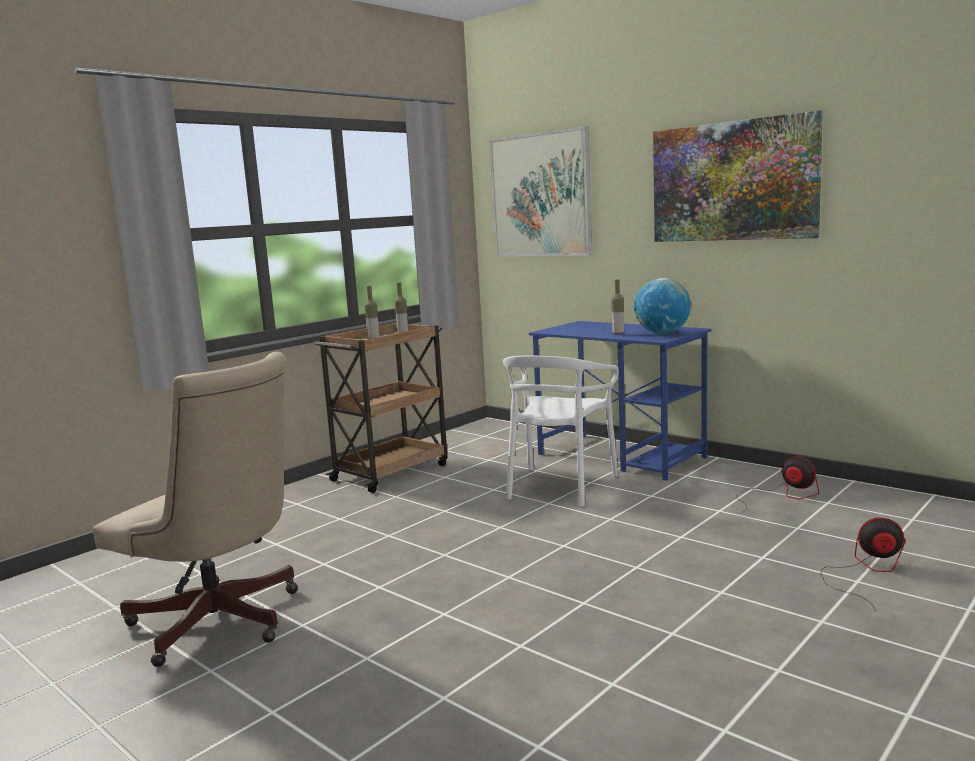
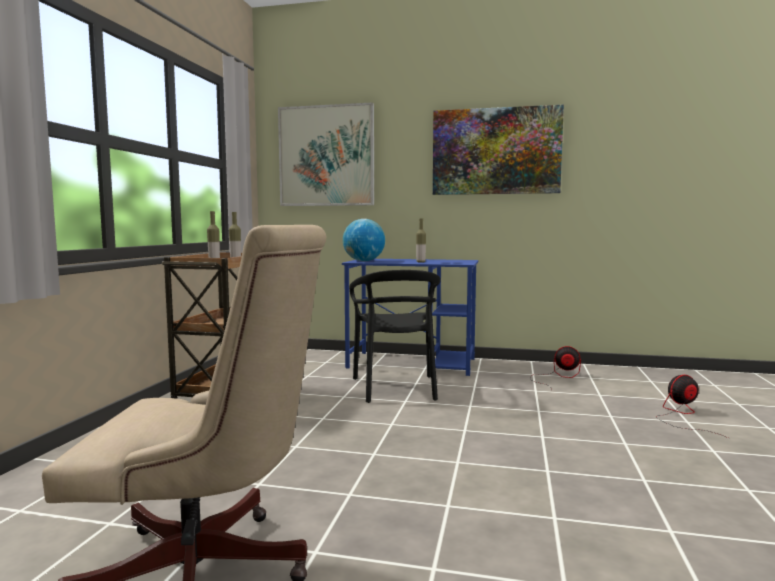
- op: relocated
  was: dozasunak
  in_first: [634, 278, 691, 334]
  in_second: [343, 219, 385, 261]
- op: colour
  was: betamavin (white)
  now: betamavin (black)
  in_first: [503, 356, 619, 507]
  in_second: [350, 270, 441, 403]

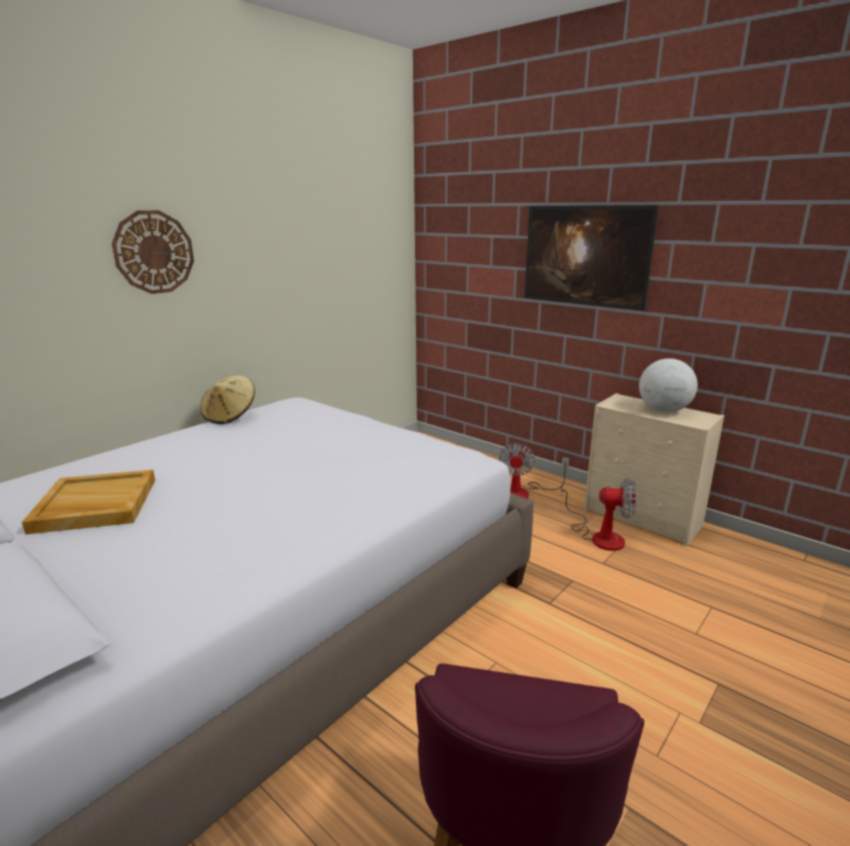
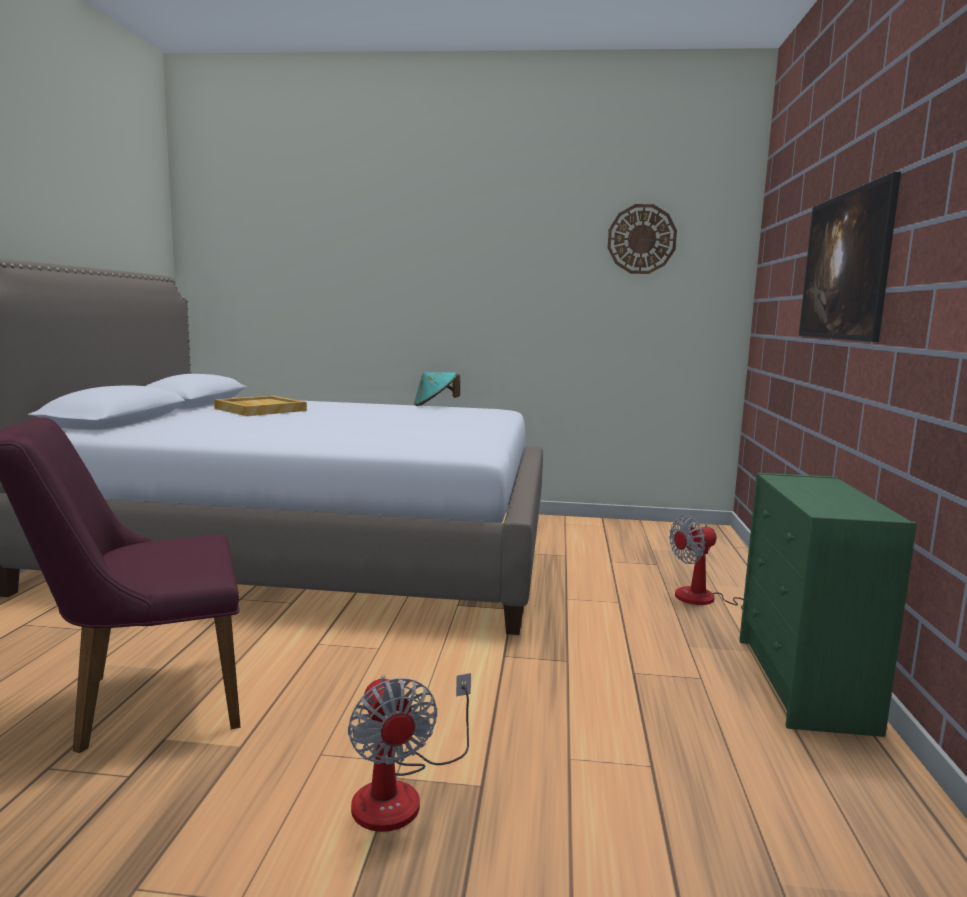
- op: relocated
  was: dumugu
  in_first: [561, 478, 637, 551]
  in_second: [348, 673, 471, 832]
- op: colour
  was: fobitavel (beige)
  now: fobitavel (turquoise)
  in_first: [200, 376, 255, 424]
  in_second: [414, 372, 460, 406]
- op: relocated
  was: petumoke
  in_first: [112, 210, 194, 294]
  in_second: [608, 204, 677, 274]
- op: colour
  was: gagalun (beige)
  now: gagalun (green)
  in_first: [584, 393, 724, 546]
  in_second: [739, 473, 917, 737]
- op: missing
  was: dozasunak
  in_first: [639, 358, 698, 413]

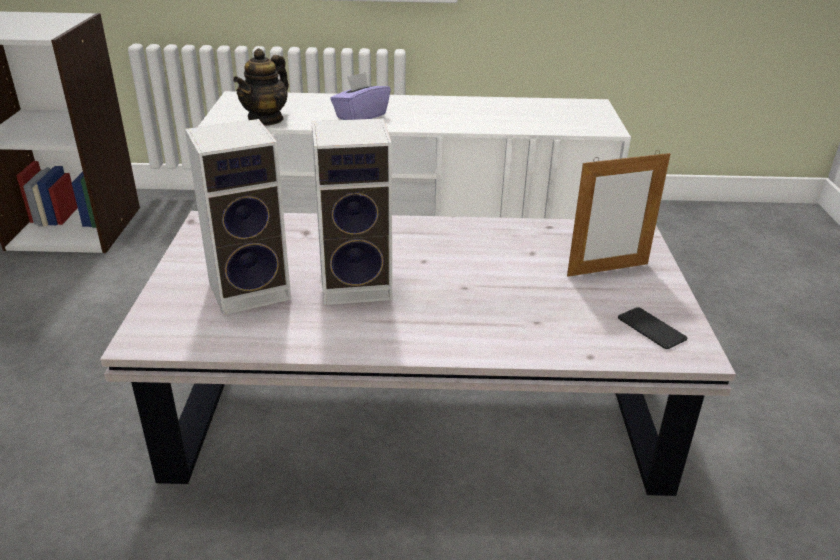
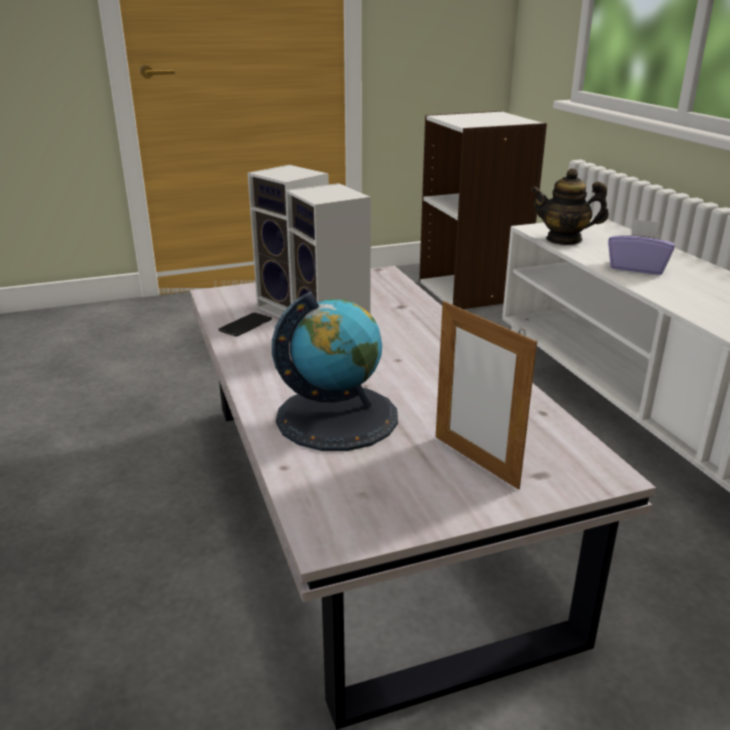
- op: relocated
  was: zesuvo
  in_first: [618, 307, 687, 349]
  in_second: [218, 313, 272, 336]
- op: appeared
  now: dozasunak
  in_second: [272, 292, 398, 451]

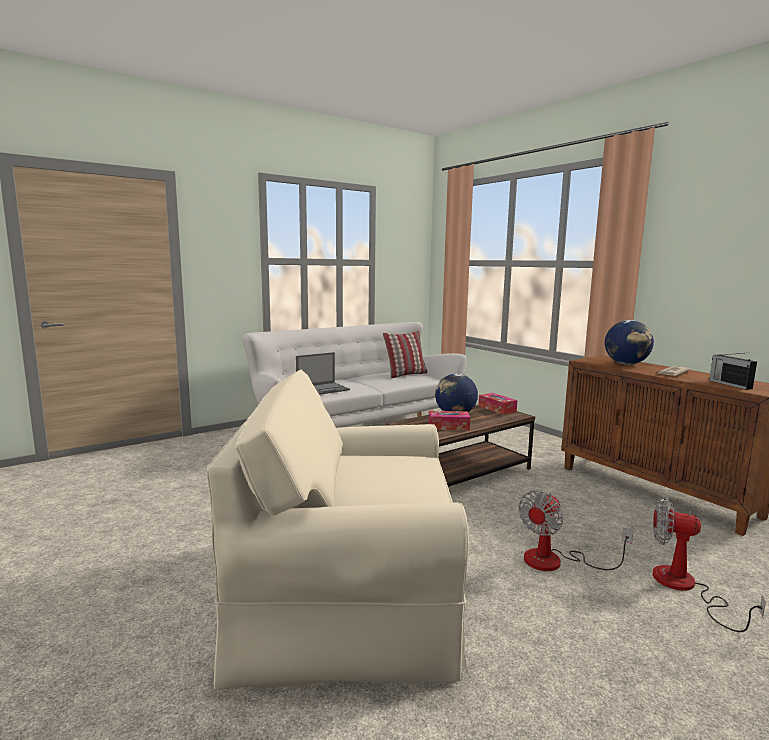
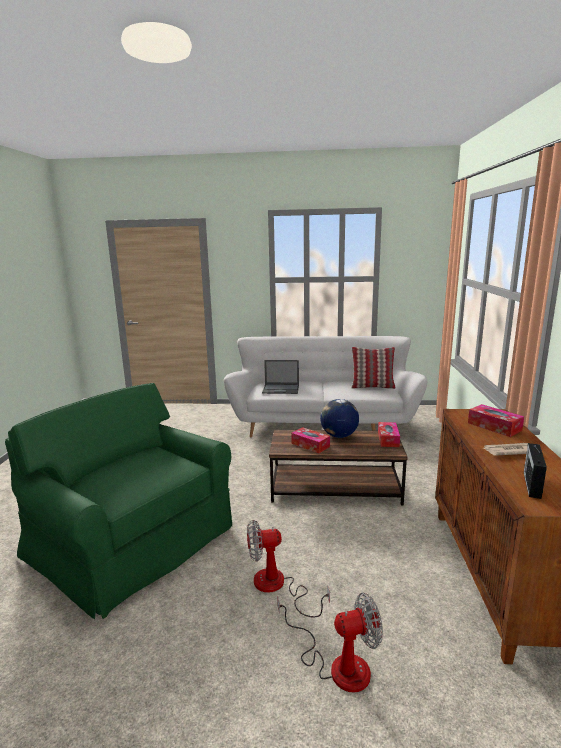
- op: colour
  was: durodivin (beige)
  now: durodivin (green)
  in_first: [207, 370, 469, 690]
  in_second: [5, 383, 232, 619]
- op: spun
  was: dumugu
  in_first: [653, 497, 766, 632]
  in_second: [277, 593, 383, 693]
  clockwise: 105
- op: exchanged
  was: dozasunak
  now: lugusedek
  in_first: [605, 320, 654, 365]
  in_second: [468, 404, 524, 437]

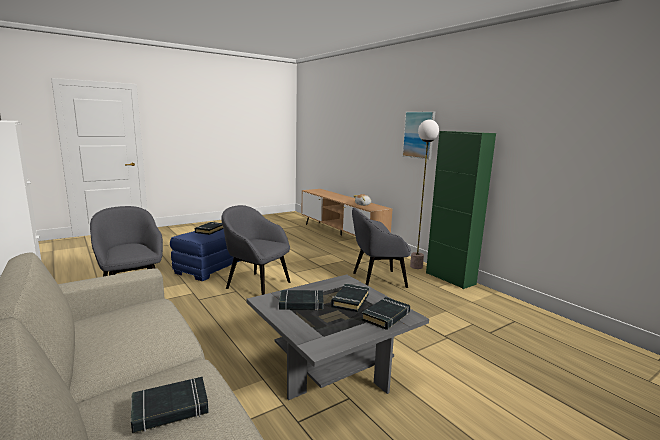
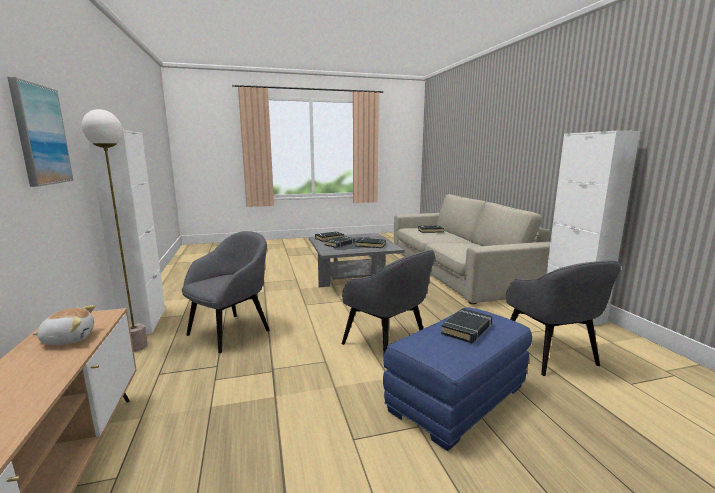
- op: colour
  was: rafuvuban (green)
  now: rafuvuban (white)
  in_first: [426, 131, 496, 289]
  in_second: [88, 130, 165, 334]
- op: spun
  was: durodivin (grey)
  in_first: [352, 208, 411, 288]
  in_second: [181, 231, 270, 353]
  clockwise: -60

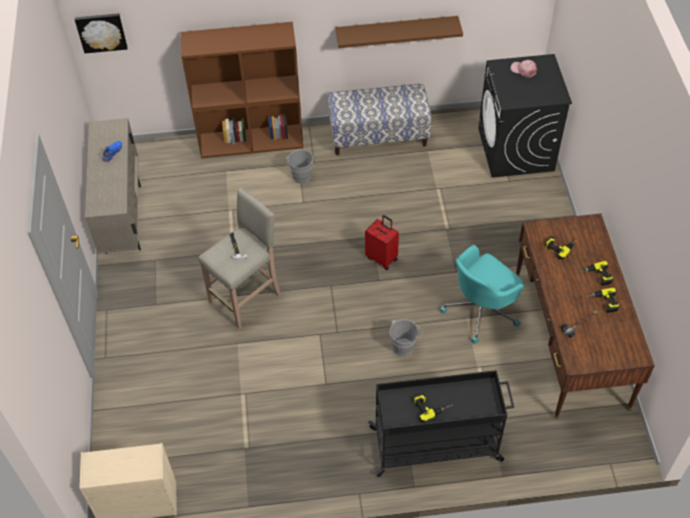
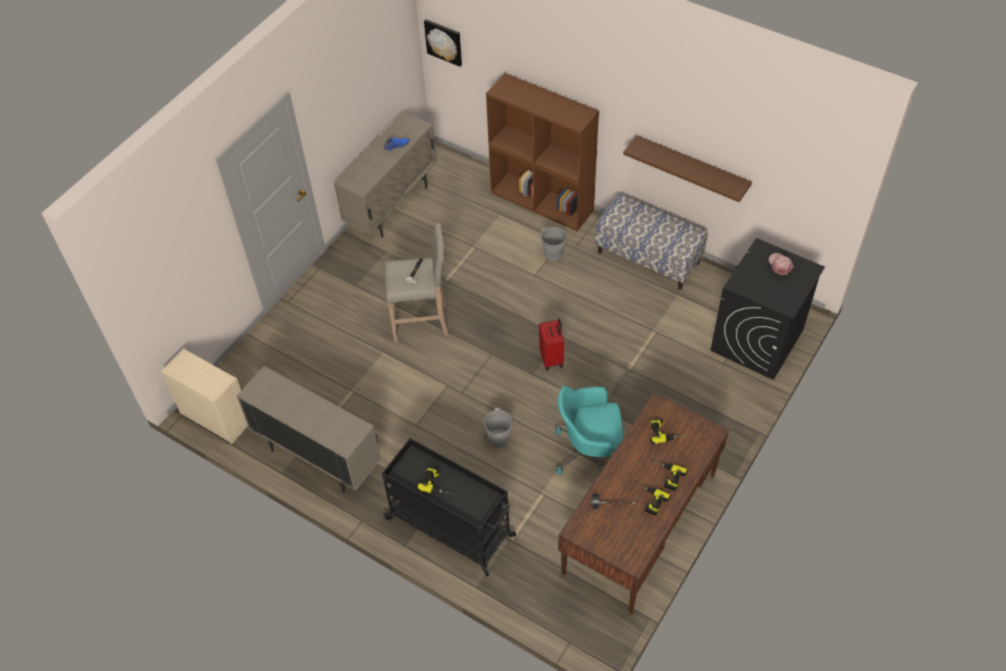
- op: appeared
  now: rafuvuban (beige)
  in_second: [237, 366, 381, 493]

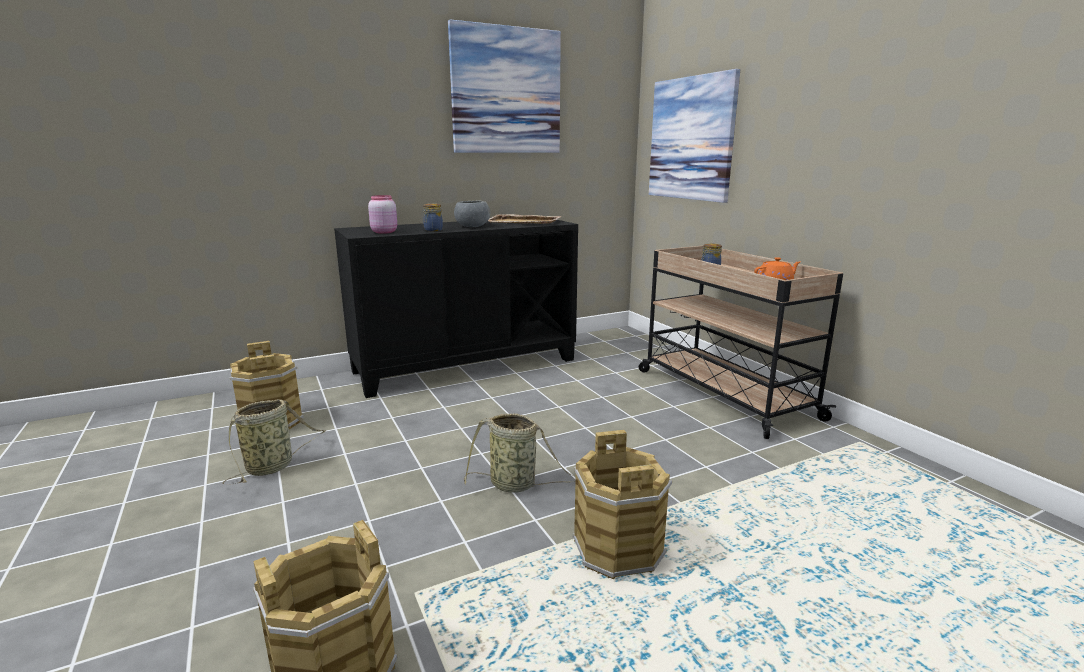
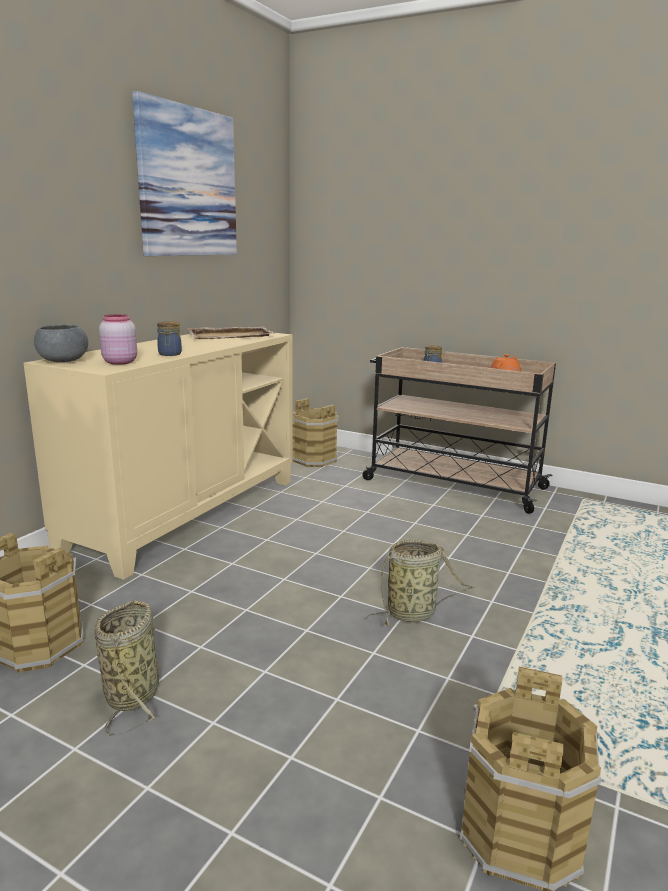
- op: colour
  was: rafuvuban (black)
  now: rafuvuban (beige)
  in_first: [334, 220, 578, 398]
  in_second: [24, 333, 292, 580]
- op: relocated
  was: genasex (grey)
  in_first: [454, 201, 491, 227]
  in_second: [34, 324, 88, 362]
- op: relocated
  was: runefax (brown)
  in_first: [573, 430, 672, 579]
  in_second: [292, 398, 338, 467]
- op: missing
  was: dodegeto
  in_first: [649, 69, 740, 203]

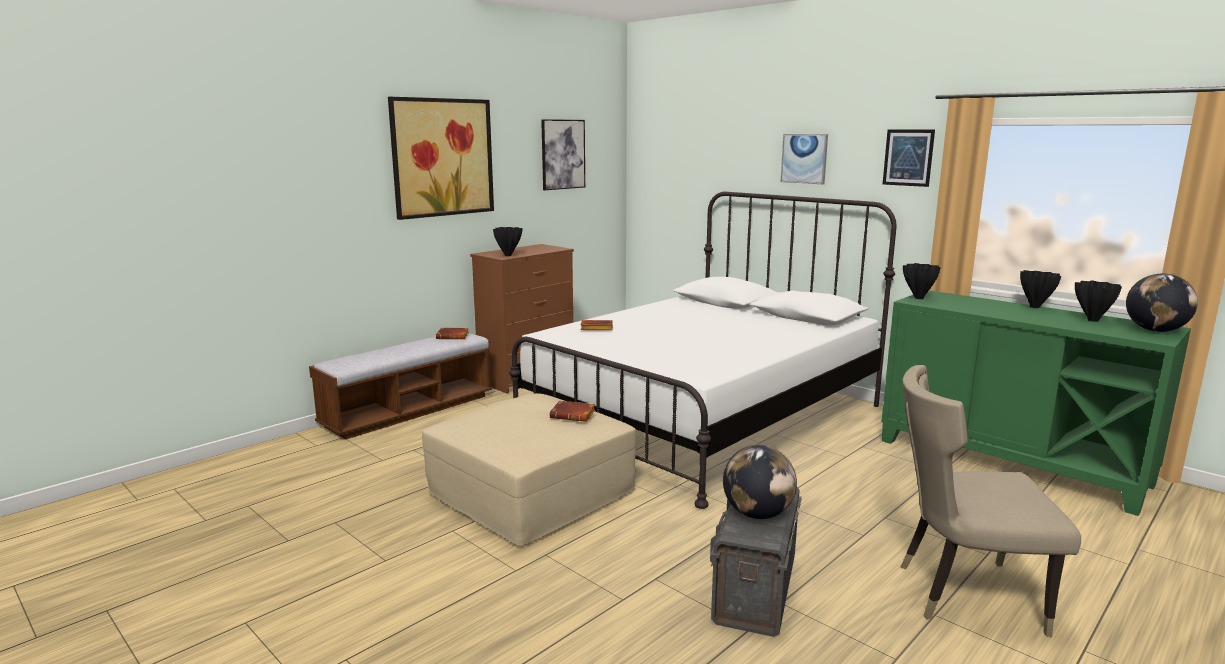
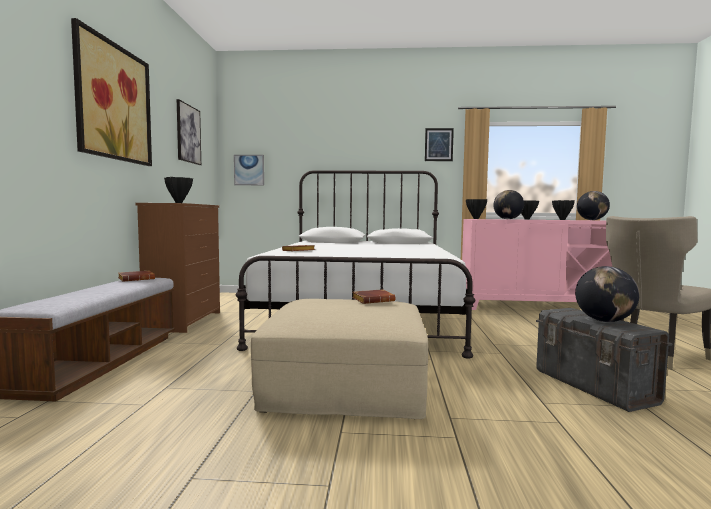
- op: relocated
  was: dodegeto
  in_first: [781, 134, 828, 184]
  in_second: [234, 155, 264, 185]
- op: colour
  was: rafuvuban (green)
  now: rafuvuban (pink)
  in_first: [882, 290, 1191, 516]
  in_second: [462, 219, 612, 310]
- op: appeared
  now: dozasunak
  in_second: [493, 190, 524, 219]

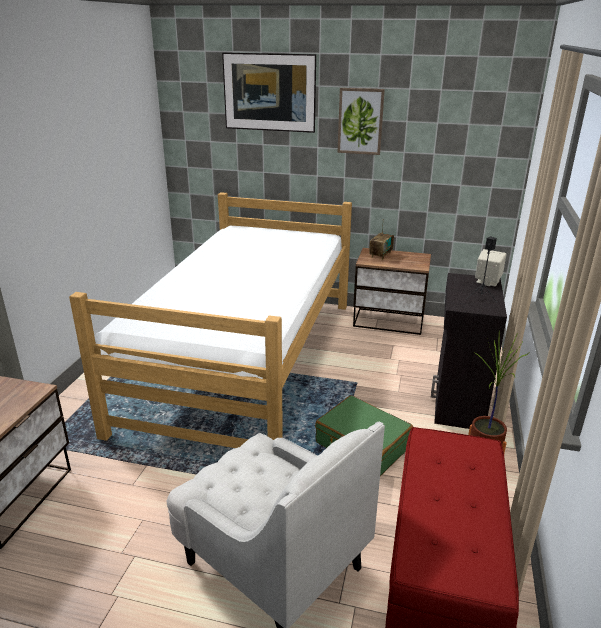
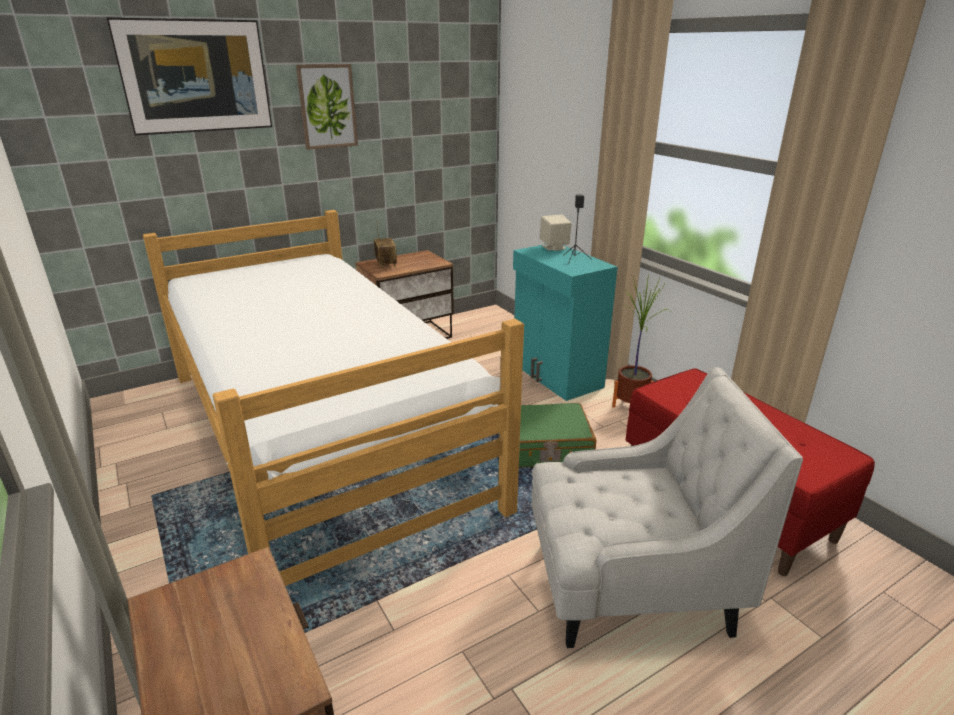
- op: colour
  was: rafuvuban (black)
  now: rafuvuban (turquoise)
  in_first: [431, 273, 507, 429]
  in_second: [513, 244, 618, 401]

